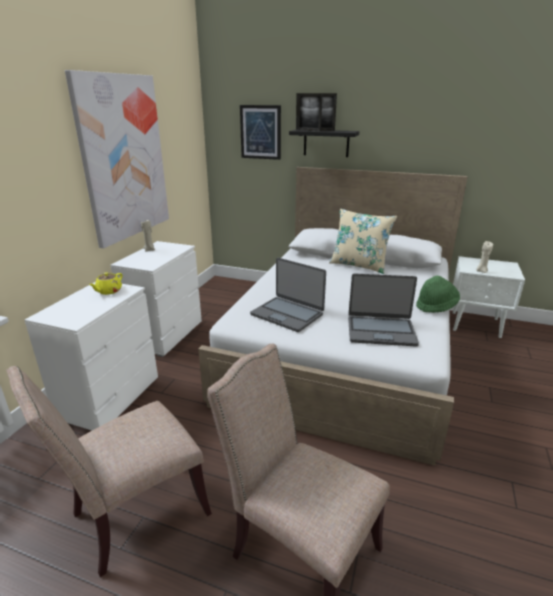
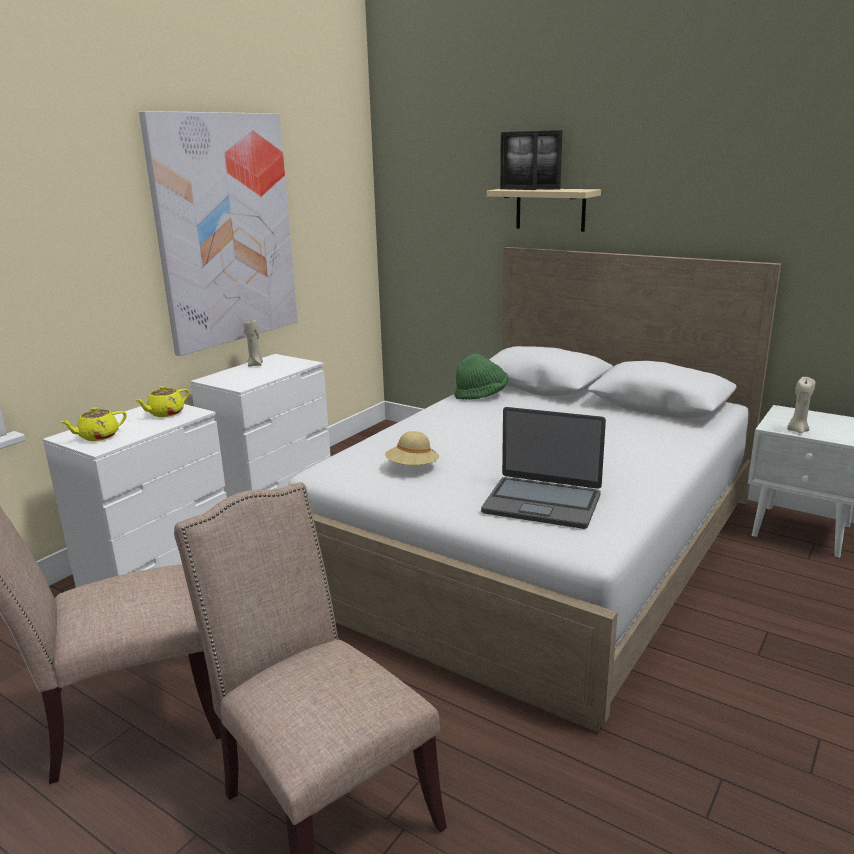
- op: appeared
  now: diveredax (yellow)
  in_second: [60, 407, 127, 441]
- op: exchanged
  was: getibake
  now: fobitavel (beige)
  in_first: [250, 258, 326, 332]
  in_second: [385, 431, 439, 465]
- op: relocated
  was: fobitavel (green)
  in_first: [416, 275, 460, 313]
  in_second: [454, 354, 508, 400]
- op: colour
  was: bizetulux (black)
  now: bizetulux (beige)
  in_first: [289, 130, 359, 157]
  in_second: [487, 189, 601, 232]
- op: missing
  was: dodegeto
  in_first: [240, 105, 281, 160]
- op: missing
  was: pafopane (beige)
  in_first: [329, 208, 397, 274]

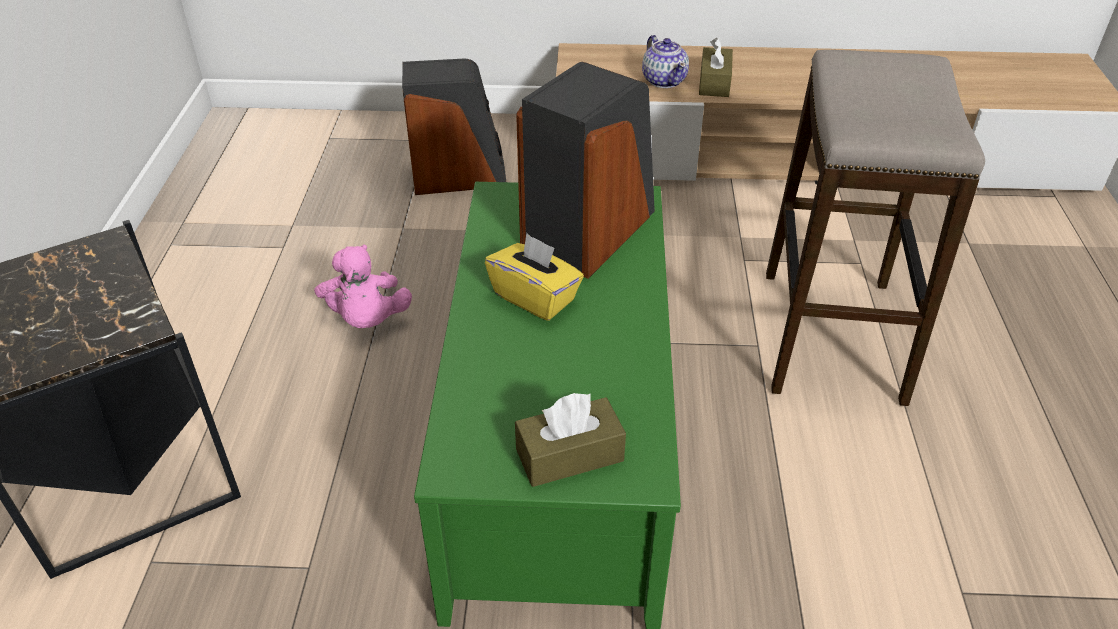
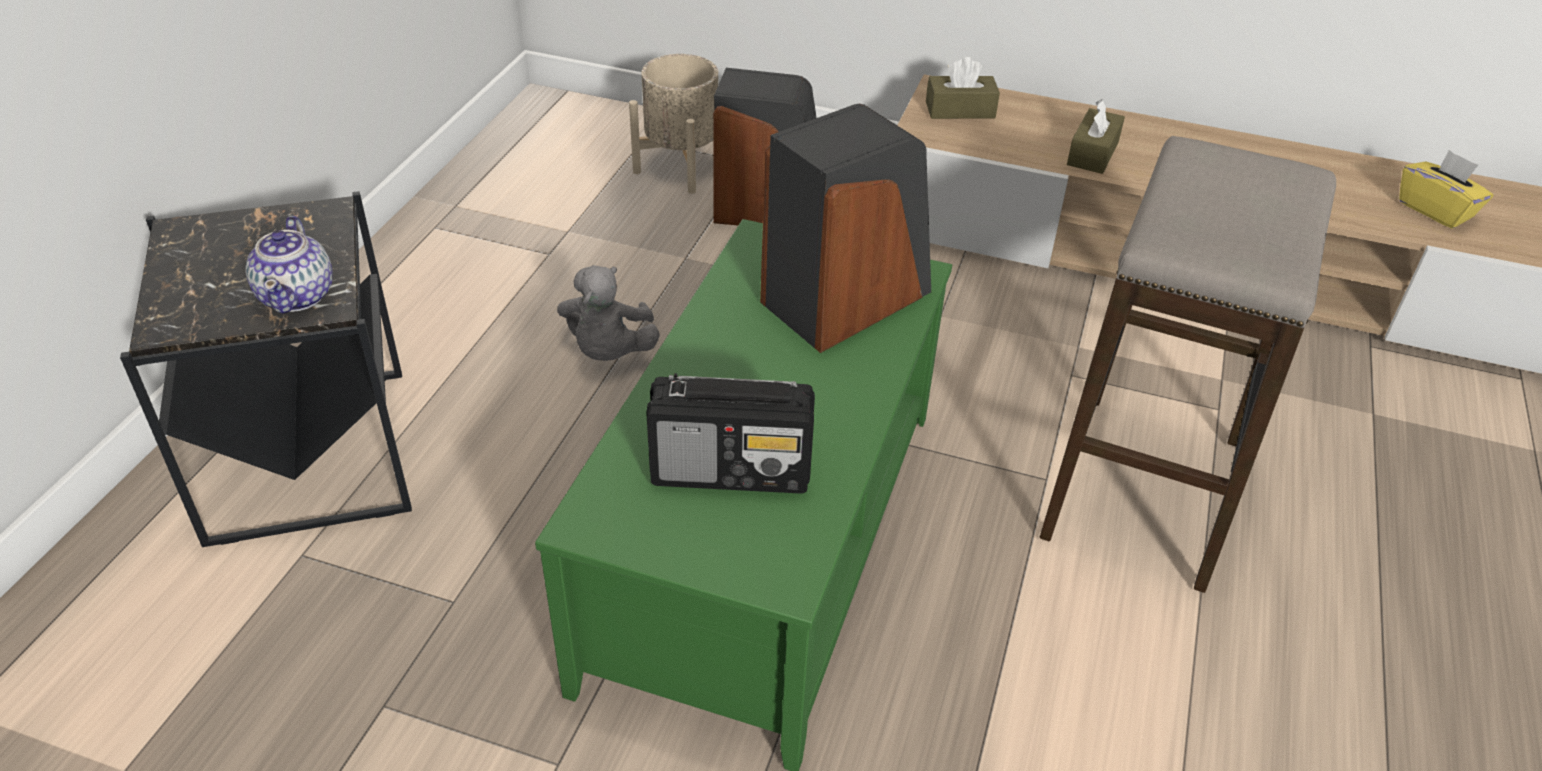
- op: relocated
  was: diveredax
  in_first: [642, 35, 689, 88]
  in_second: [245, 216, 333, 314]
- op: colour
  was: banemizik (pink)
  now: banemizik (grey)
  in_first: [314, 245, 412, 328]
  in_second: [557, 265, 660, 361]
- op: appeared
  now: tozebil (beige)
  in_second: [629, 54, 718, 194]
- op: appeared
  now: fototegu
  in_second: [646, 373, 815, 494]
- op: relocated
  was: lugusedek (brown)
  in_first: [515, 393, 626, 487]
  in_second: [926, 57, 1000, 119]
- op: relocated
  was: lugusedek (yellow)
  in_first: [485, 233, 584, 321]
  in_second: [1399, 150, 1494, 229]

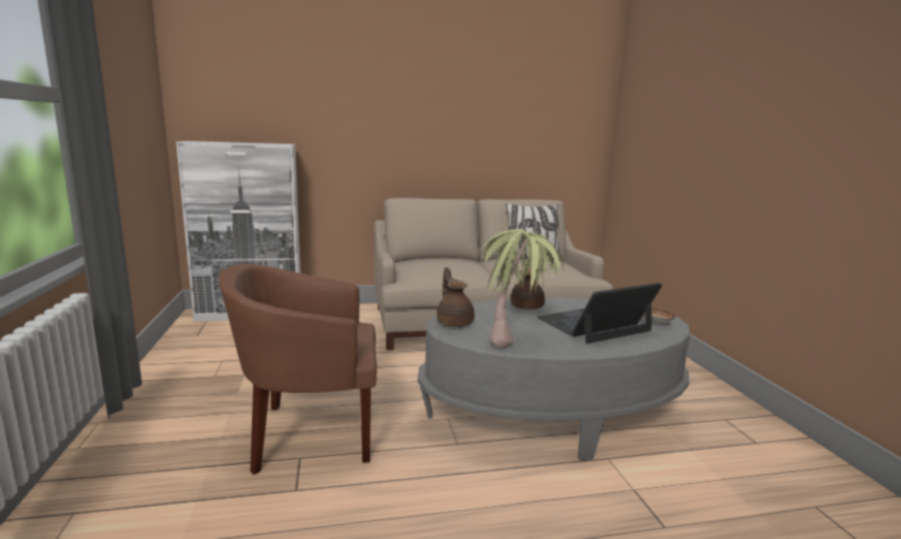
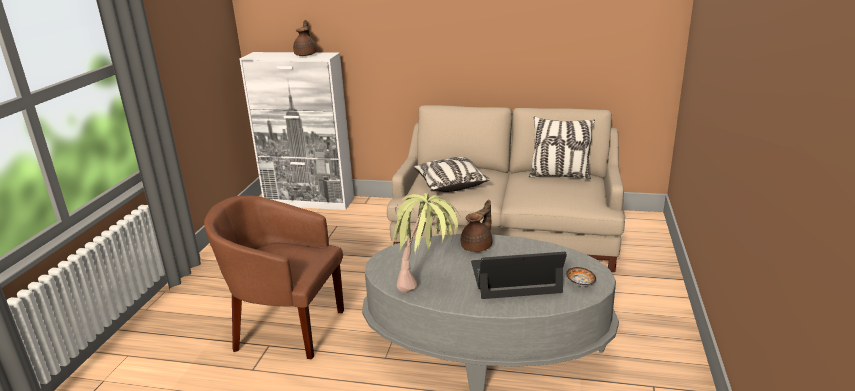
- op: relocated
  was: diveredax (brown)
  in_first: [437, 267, 475, 327]
  in_second: [293, 20, 317, 56]
- op: appeared
  now: pafopane
  in_second: [413, 157, 490, 192]

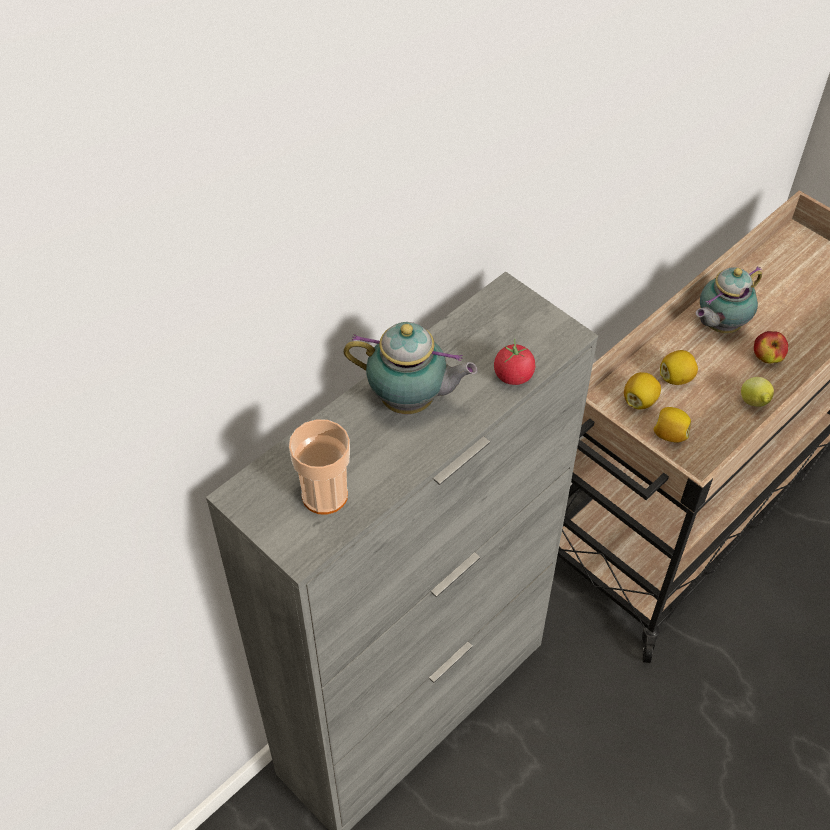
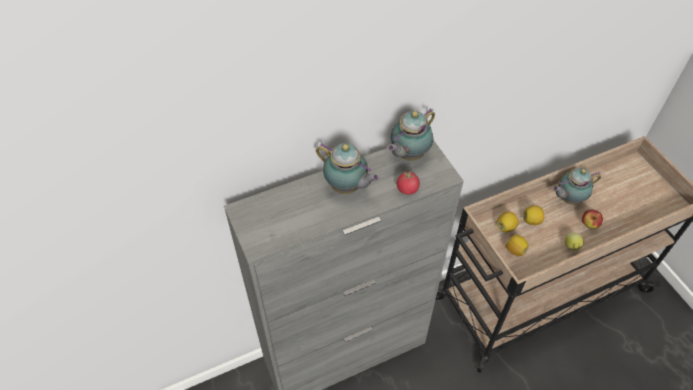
- op: appeared
  now: diveredax
  in_second: [387, 108, 435, 161]
- op: missing
  was: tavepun
  in_first: [289, 419, 350, 514]

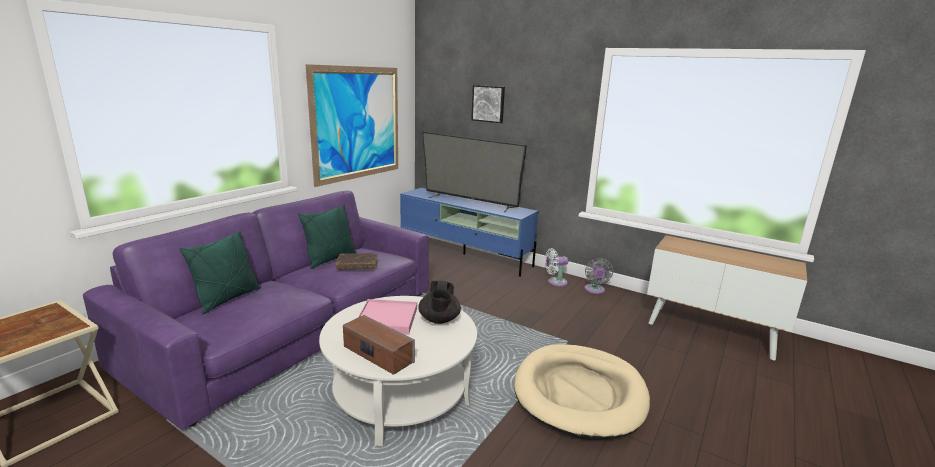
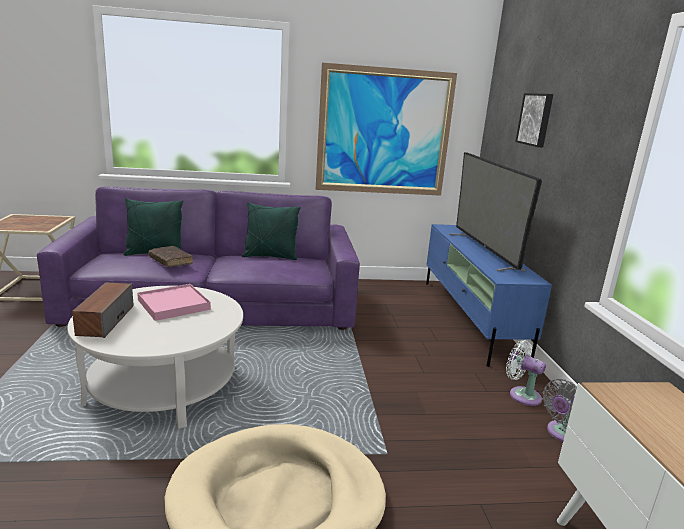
- op: relocated
  was: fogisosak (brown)
  in_first: [336, 253, 378, 270]
  in_second: [148, 246, 193, 267]
- op: missing
  was: diveredax (black)
  in_first: [418, 281, 461, 324]

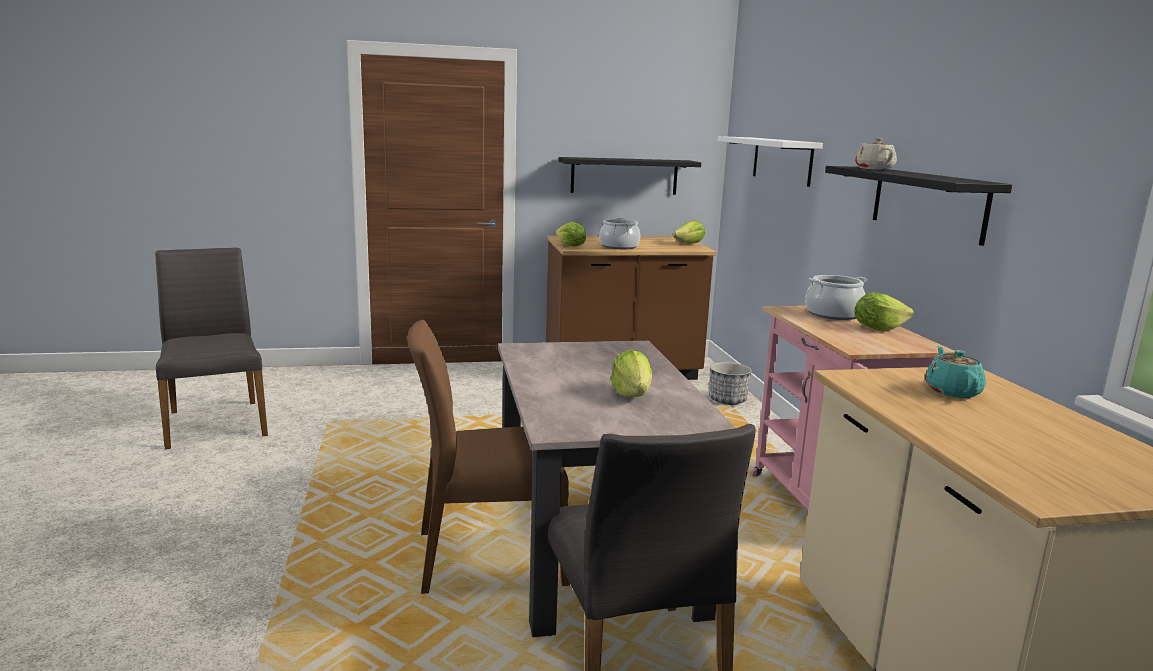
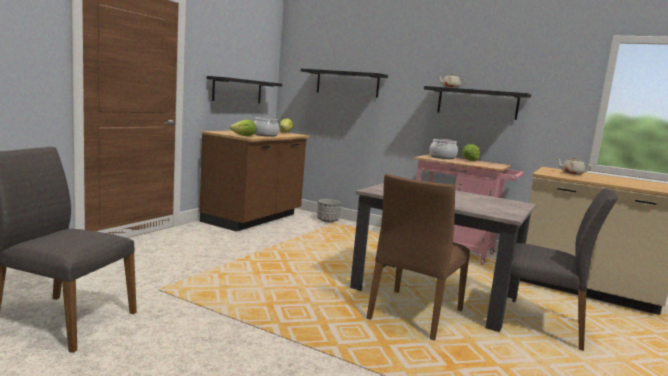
- op: colour
  was: bizetulux (white)
  now: bizetulux (black)
  in_first: [718, 136, 823, 187]
  in_second: [301, 69, 388, 98]
- op: colour
  was: diveredax (turquoise)
  now: diveredax (beige)
  in_first: [925, 346, 986, 398]
  in_second: [556, 157, 592, 175]
- op: missing
  was: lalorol
  in_first: [611, 350, 652, 397]

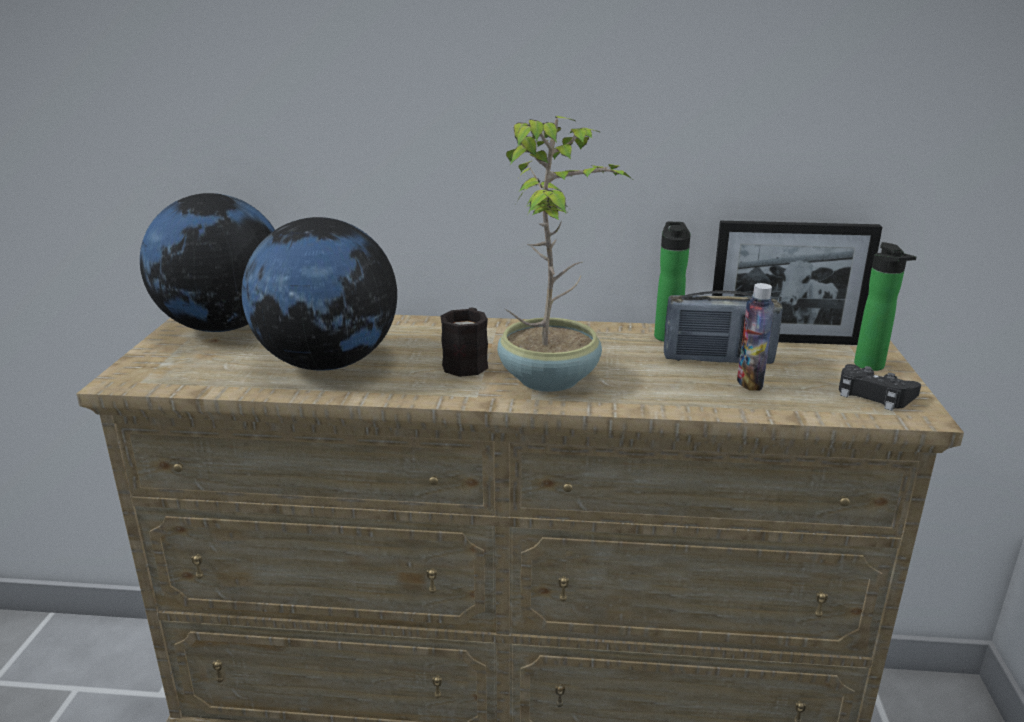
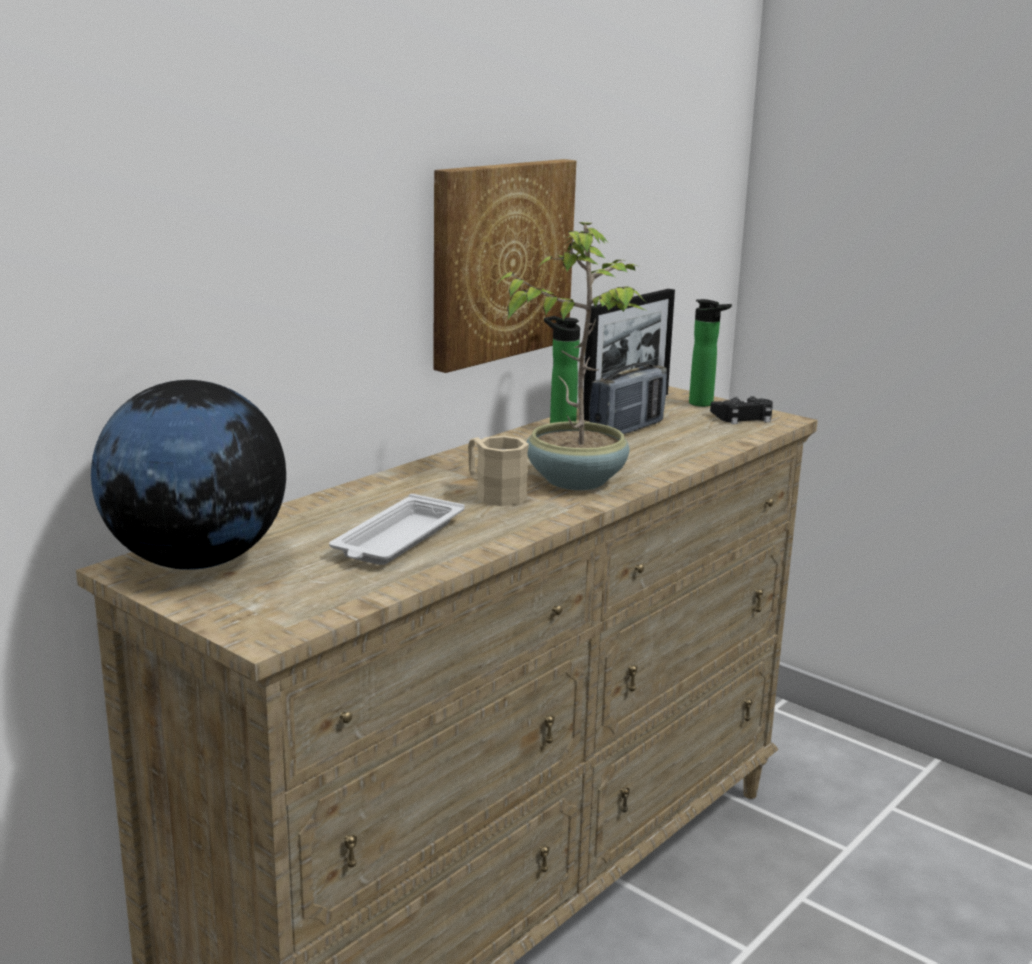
- op: exchanged
  was: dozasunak
  now: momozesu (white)
  in_first: [242, 217, 397, 371]
  in_second: [329, 494, 465, 565]
- op: appeared
  now: dodegeto
  in_second: [433, 159, 576, 373]
- op: colour
  was: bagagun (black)
  now: bagagun (beige)
  in_first: [440, 308, 488, 377]
  in_second: [468, 436, 529, 506]
- op: missing
  was: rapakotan
  in_first: [737, 283, 774, 391]

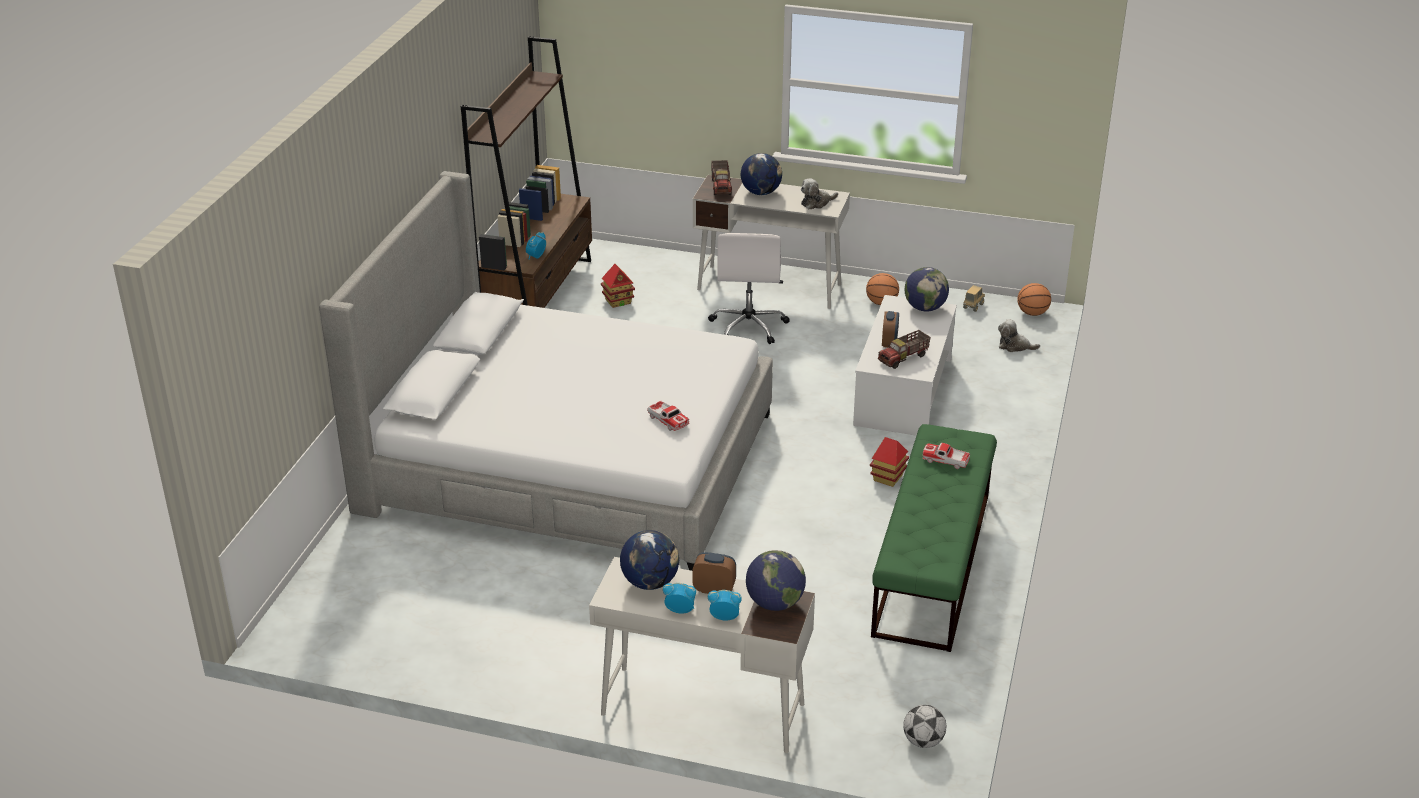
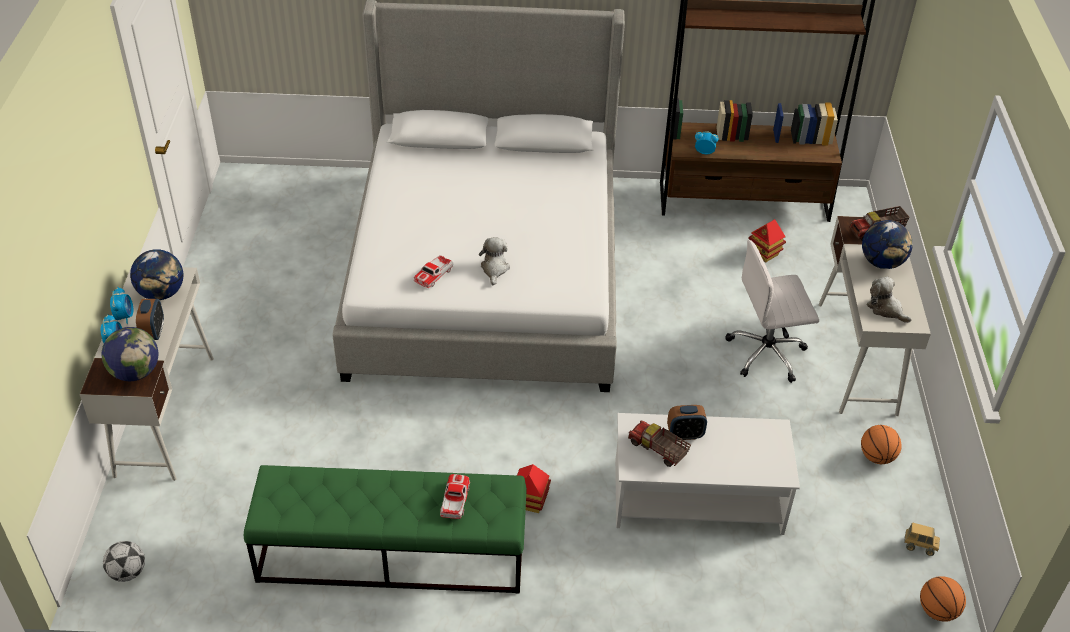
- op: relocated
  was: banemizik
  in_first: [998, 319, 1040, 352]
  in_second: [479, 237, 510, 285]
- op: missing
  was: dozasunak
  in_first: [904, 267, 949, 312]

